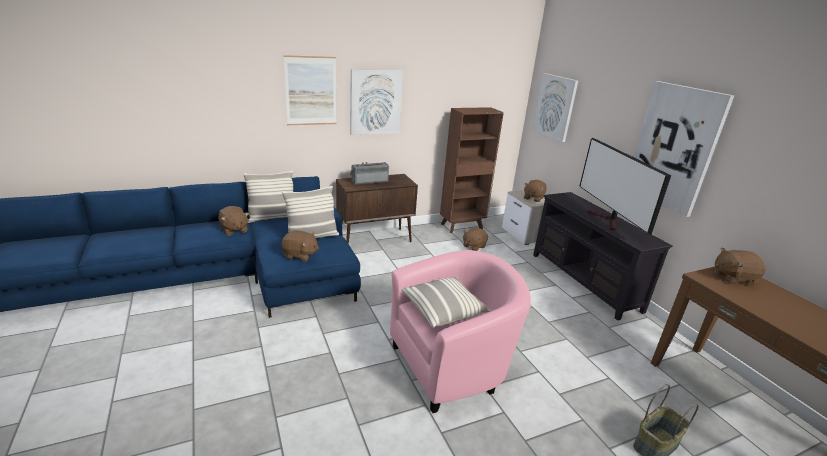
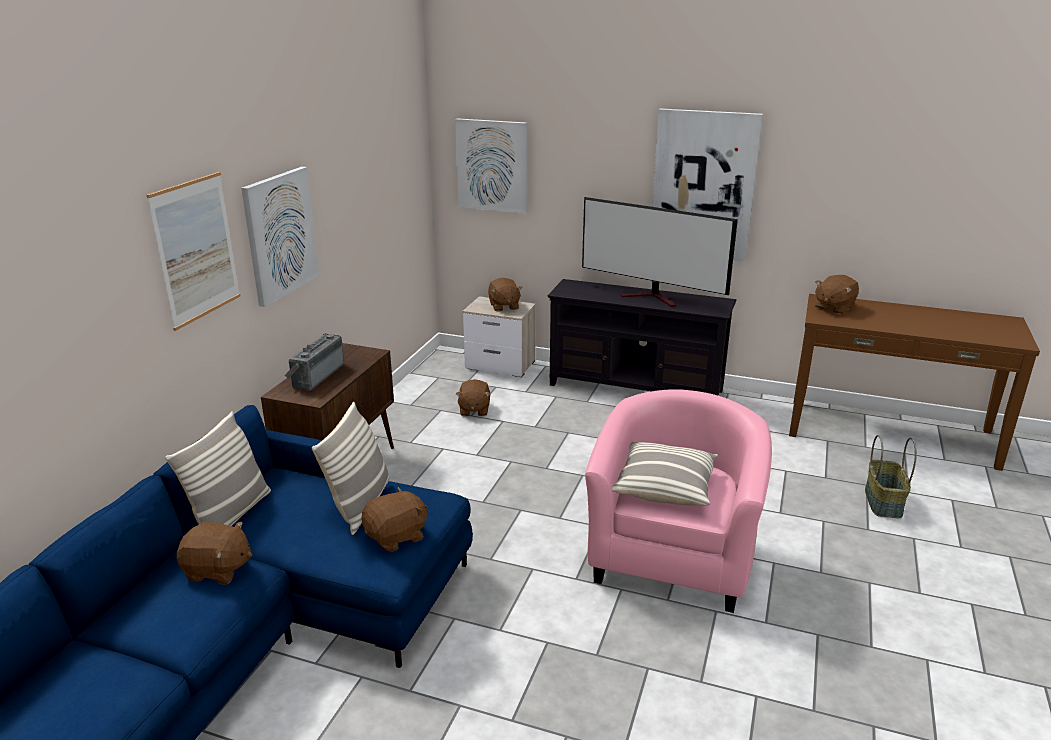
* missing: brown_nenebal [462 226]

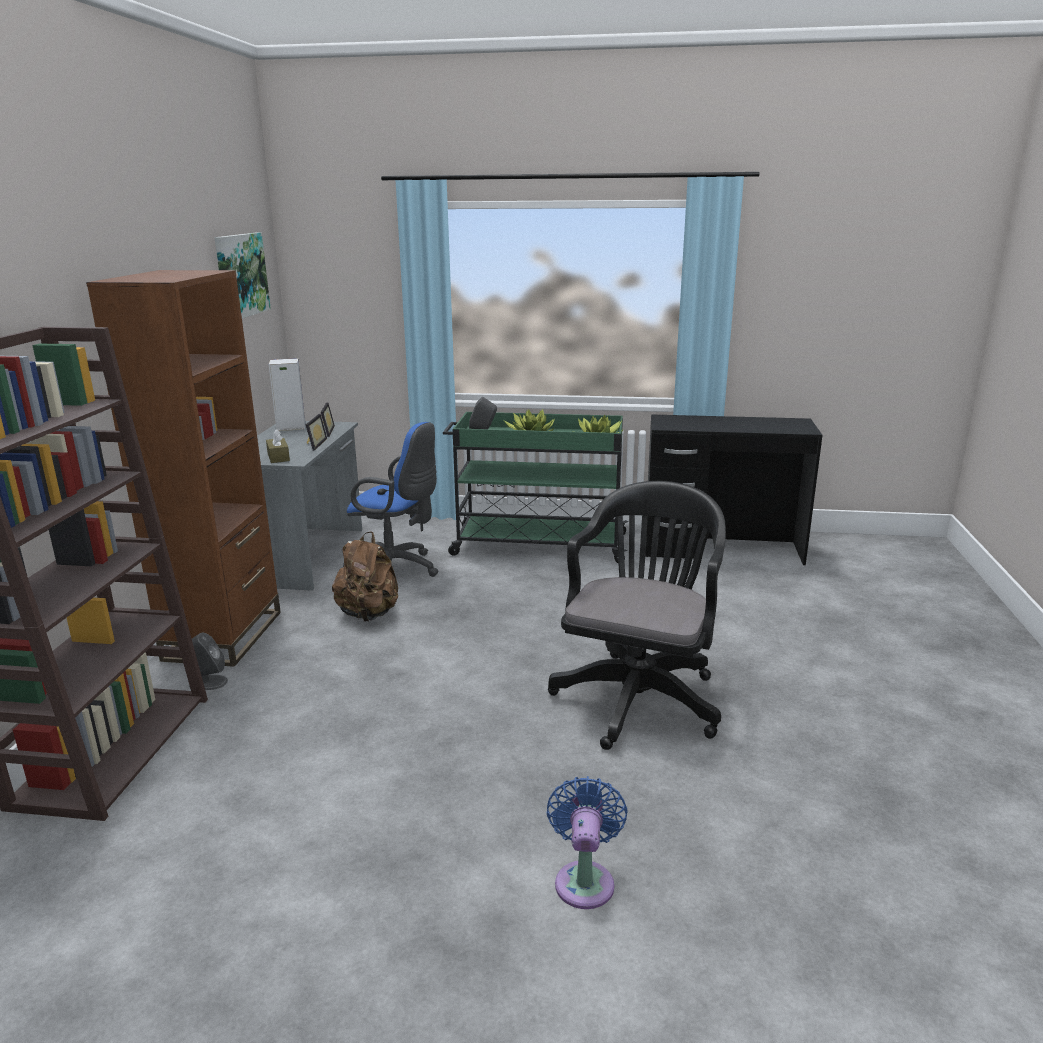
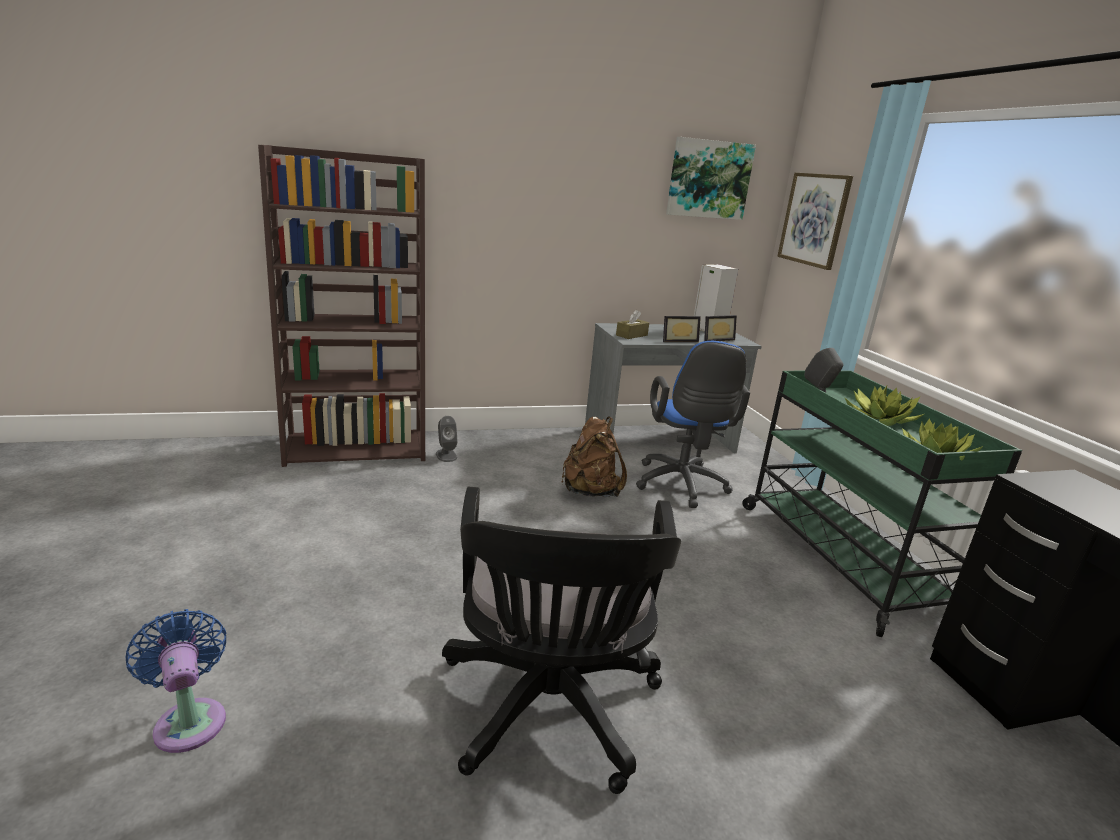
* spun: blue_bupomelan [585 879] = [189 719] 105 degrees counterclockwise
* spun: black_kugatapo [640 696] = [549 711] 90 degrees clockwise
* appeared: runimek [814 219]
* missing: brown_nenebal [224 635]

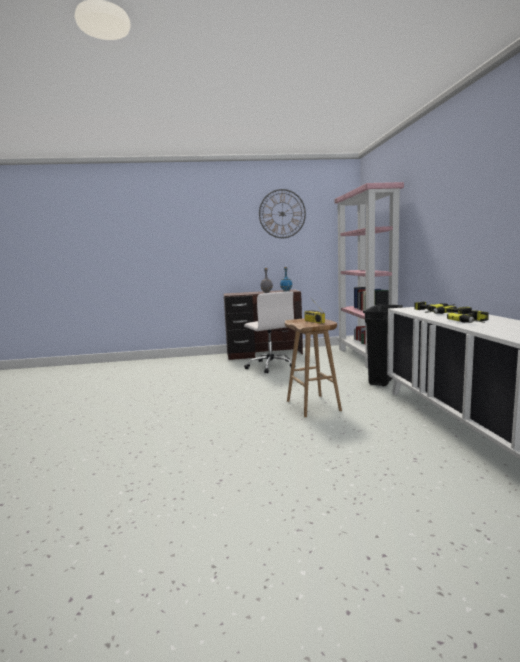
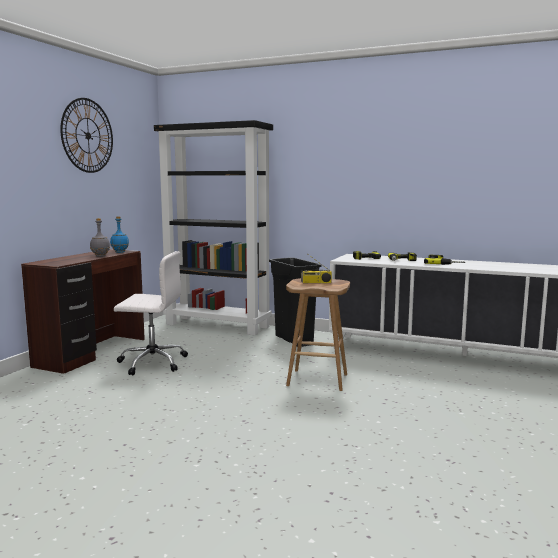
* colour: pink_nenebal [366 357] to black_nenebal [218 325]

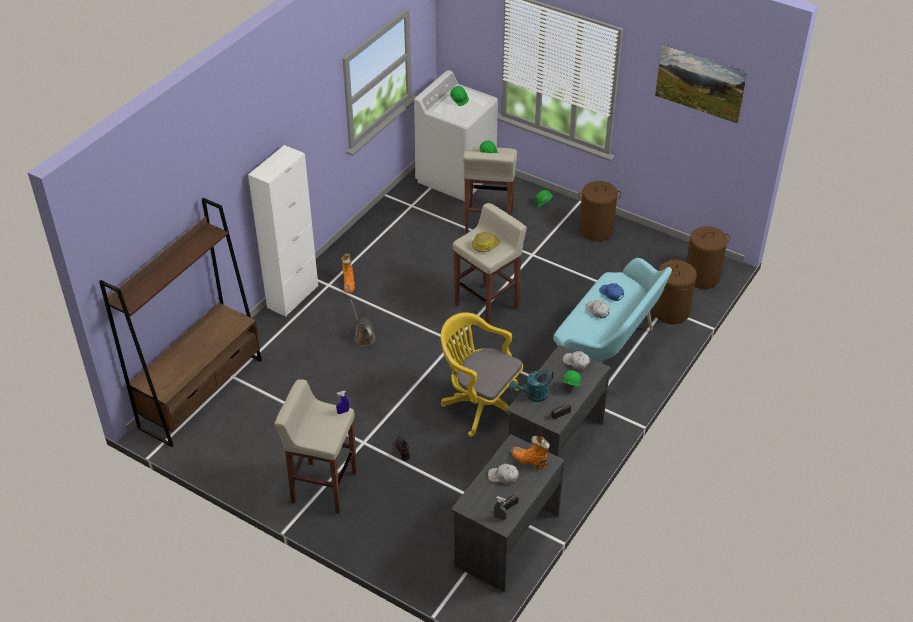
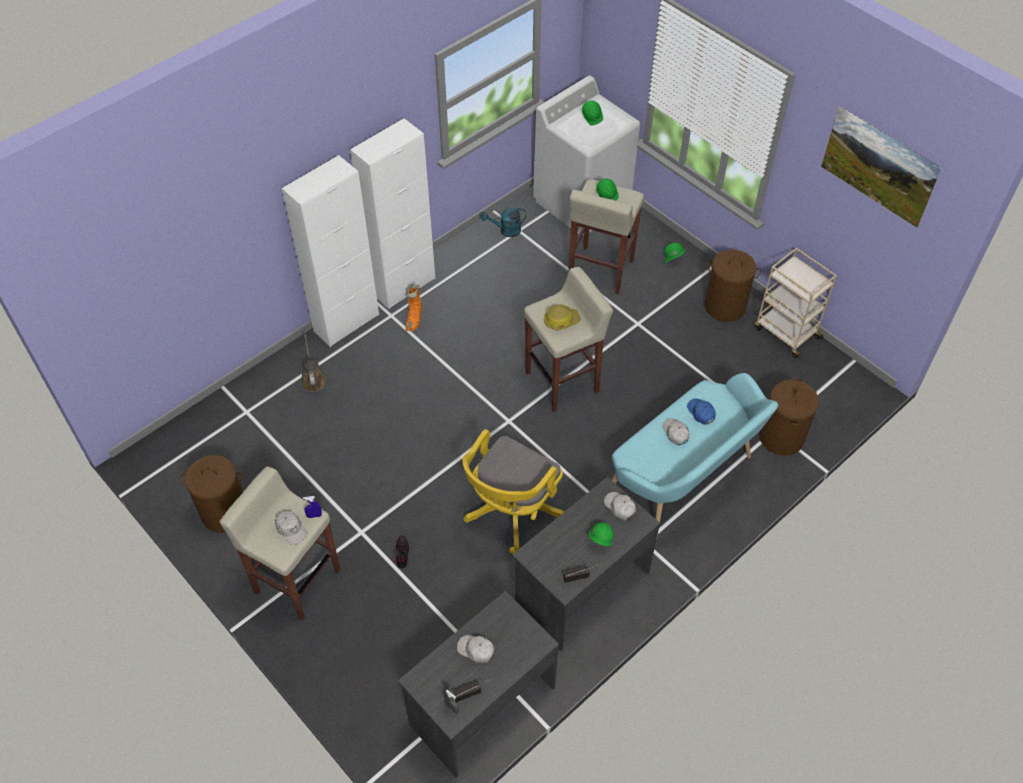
* relocated: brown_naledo [702 277] to [225 512]
* appeared: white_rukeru [291 529]
* relocated: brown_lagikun [363 336] to [313 379]
* appeared: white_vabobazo [403 286]
* spun: yellow_kugatapo [480 404] = [510 513] 105 degrees counterclockwise
* relocated: turquoise_lagikun [533 395] to [506 231]
* appeared: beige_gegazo [785 332]
* missing: brown_nenebal [202 393]
* missing: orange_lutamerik [529 460]

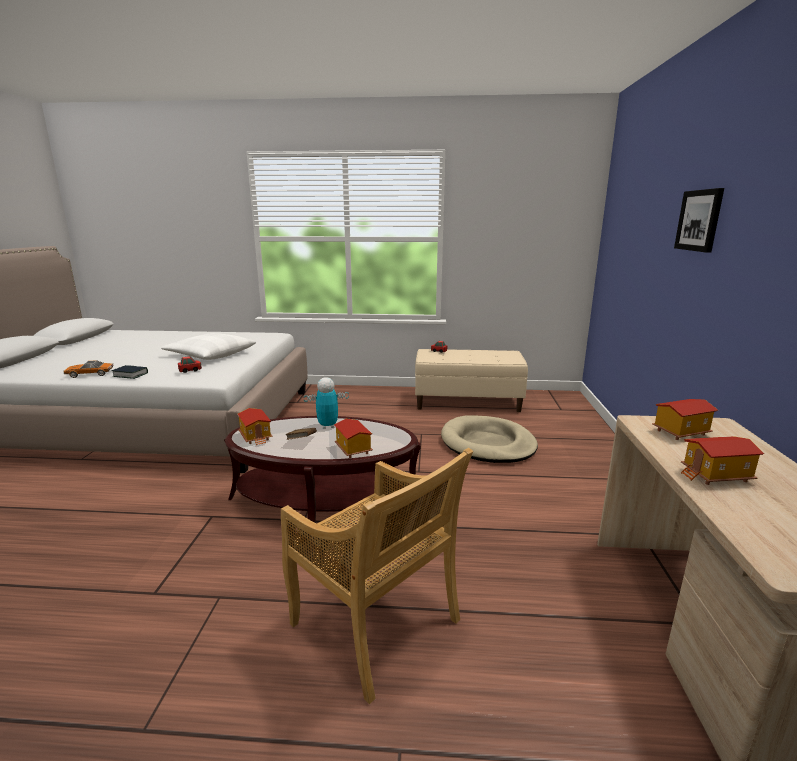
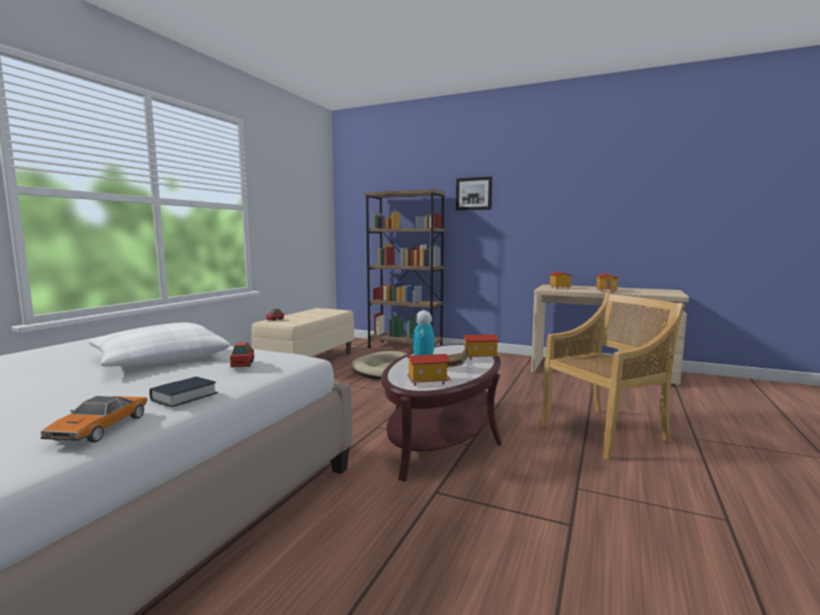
* appeared: brown_nenebal [405 347]

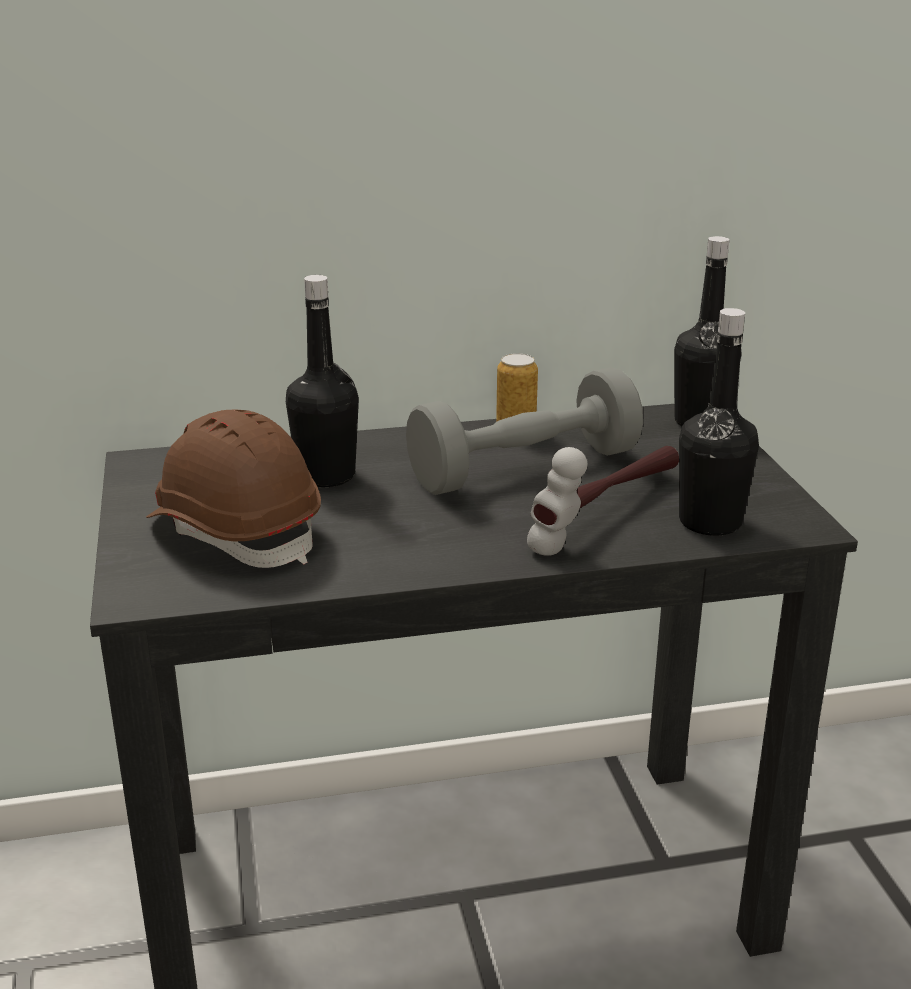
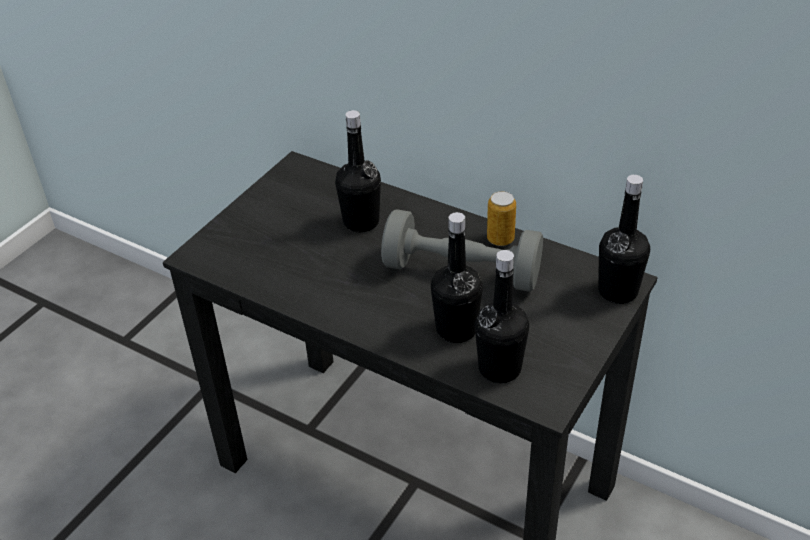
* exchanged: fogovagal [608 514] to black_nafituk [456 329]
* missing: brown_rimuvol [236 532]

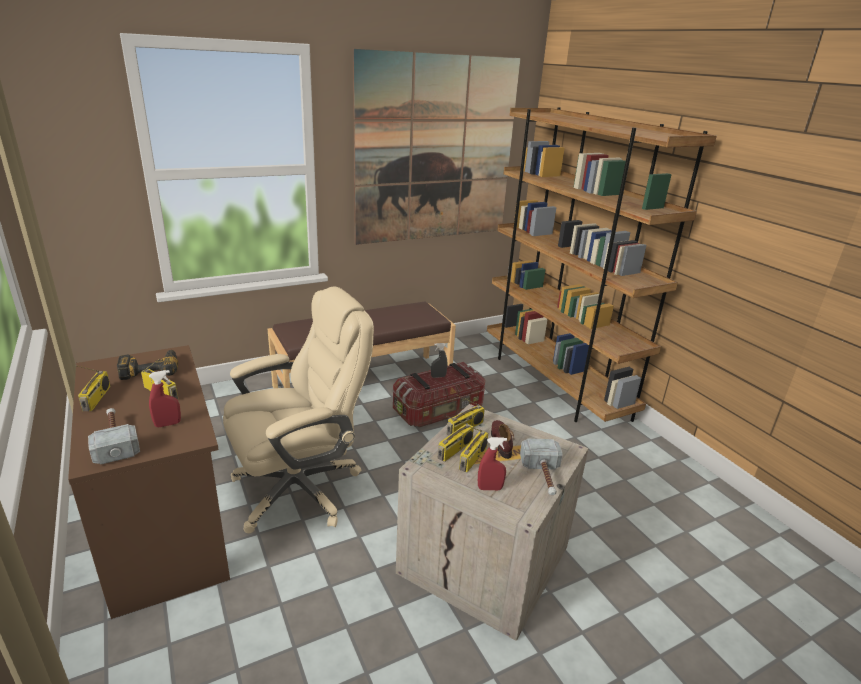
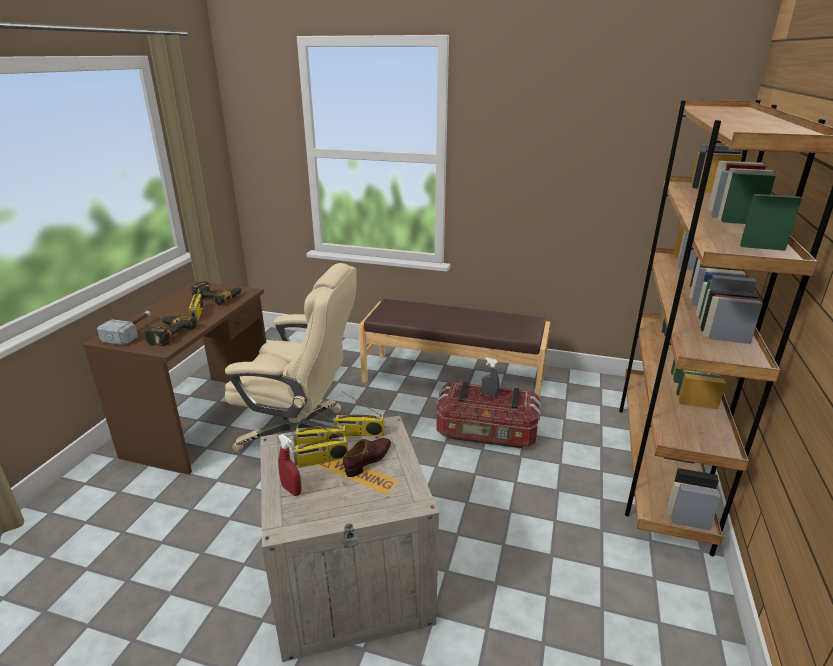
* exchanged: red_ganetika [168 424] to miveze [167 334]
* missing: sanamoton [97 399]
* missing: runimek [436 151]
* missing: fogovagal [543 477]

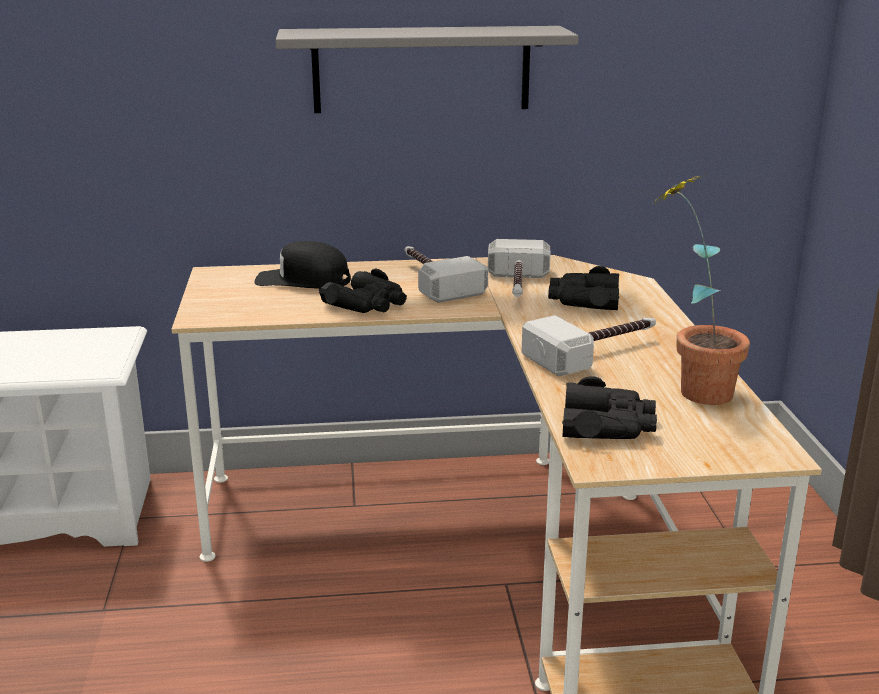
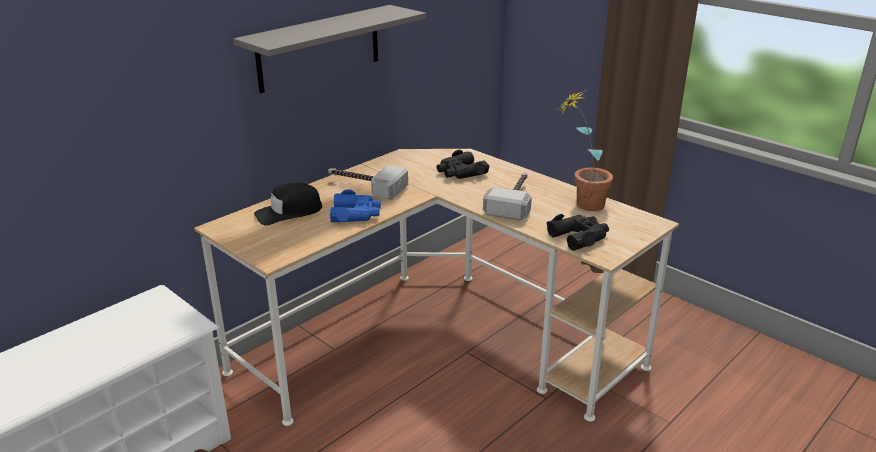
* colour: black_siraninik [367 304] to blue_siraninik [356 214]
* missing: fogovagal [517 286]

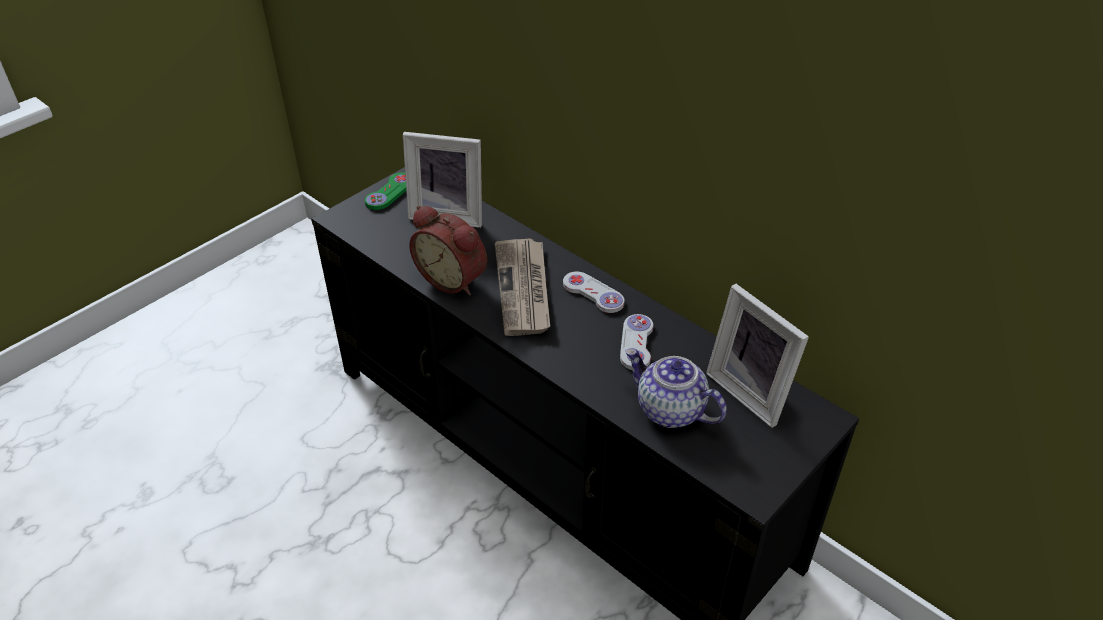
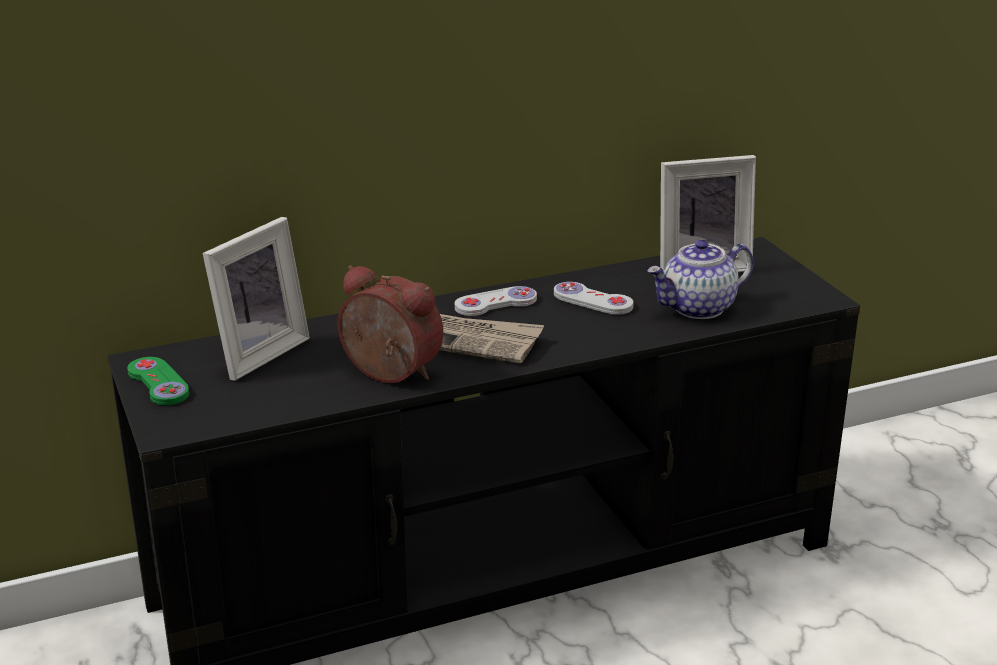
* spun: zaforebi [454 278] = [388 374] 120 degrees counterclockwise

